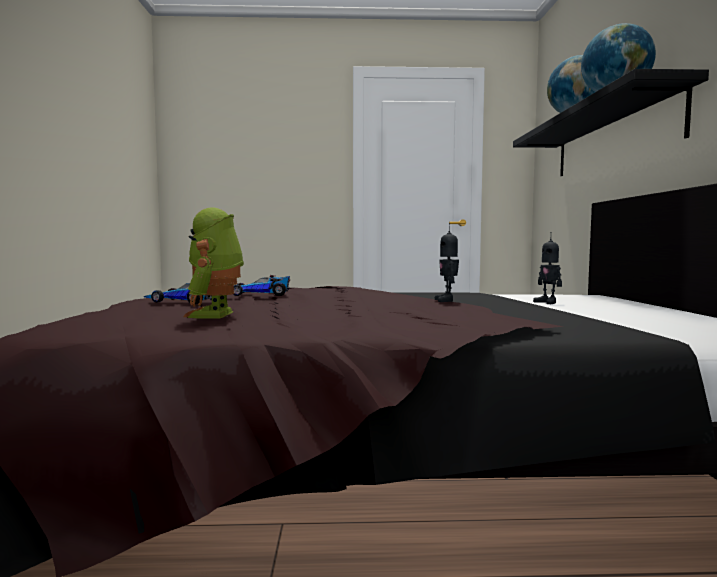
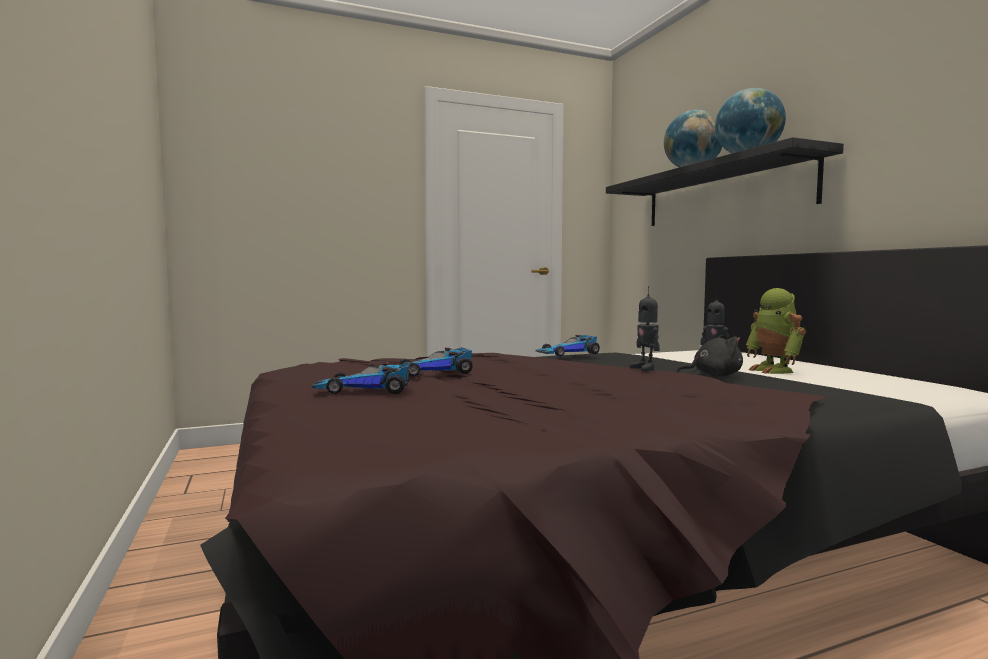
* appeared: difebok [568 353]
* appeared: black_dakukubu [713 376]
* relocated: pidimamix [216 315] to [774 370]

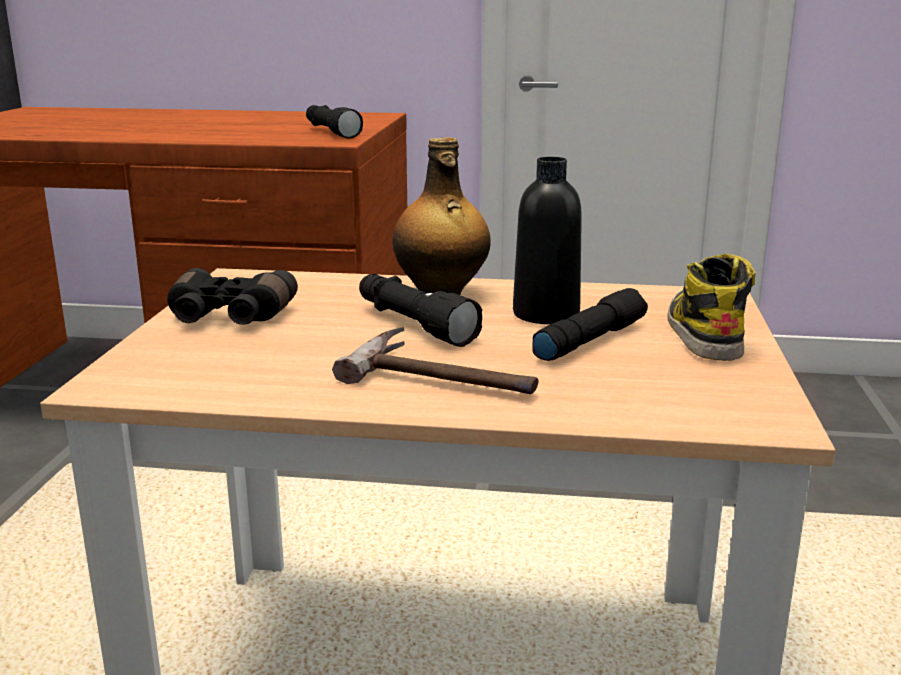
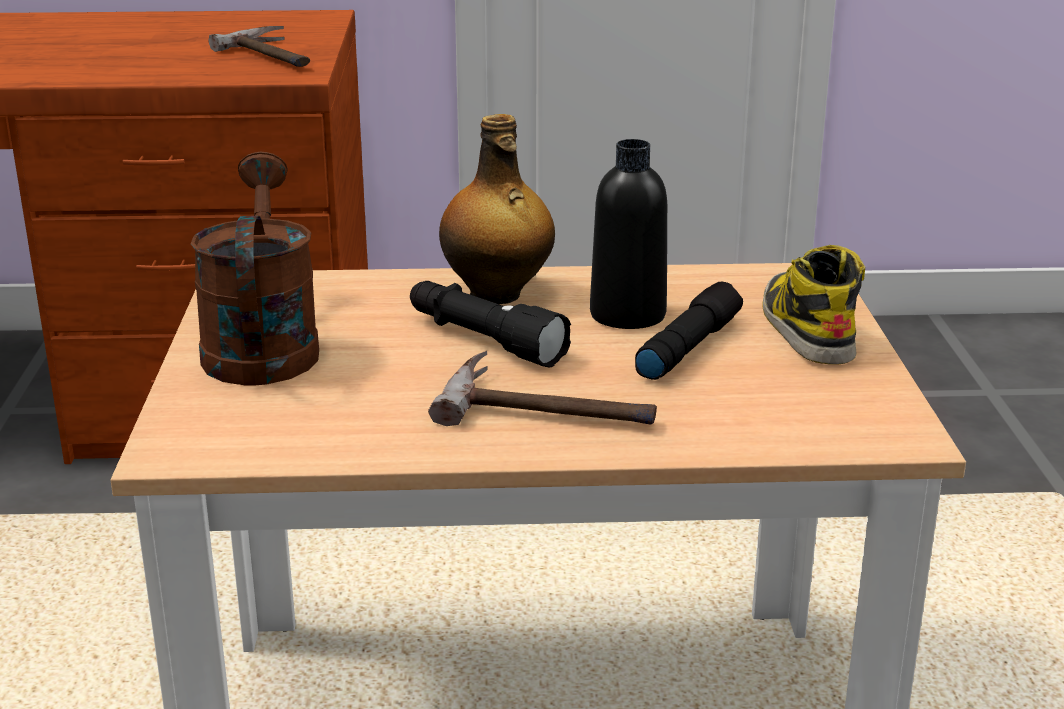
* exchanged: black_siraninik [228 317] to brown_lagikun [261 346]
* exchanged: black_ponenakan [331 132] to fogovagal [277 56]

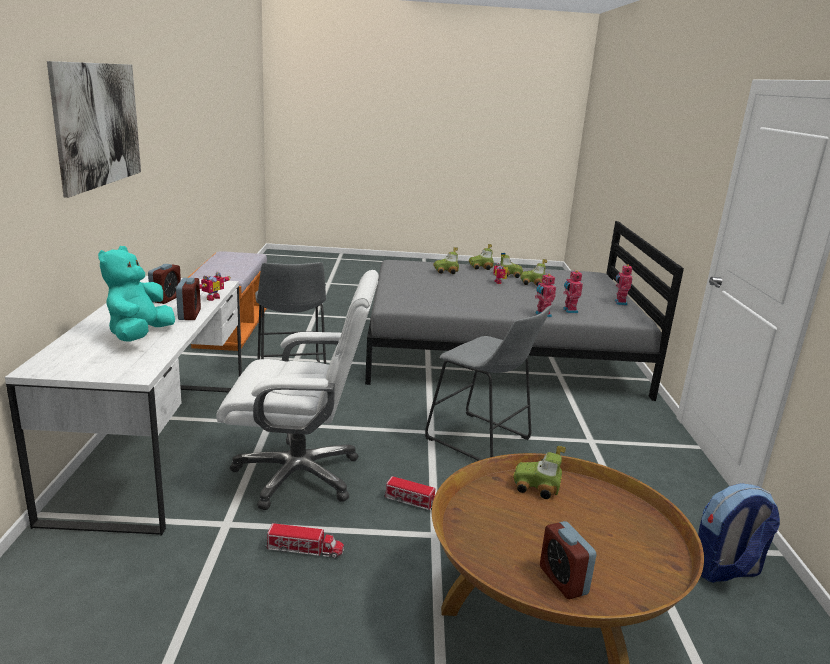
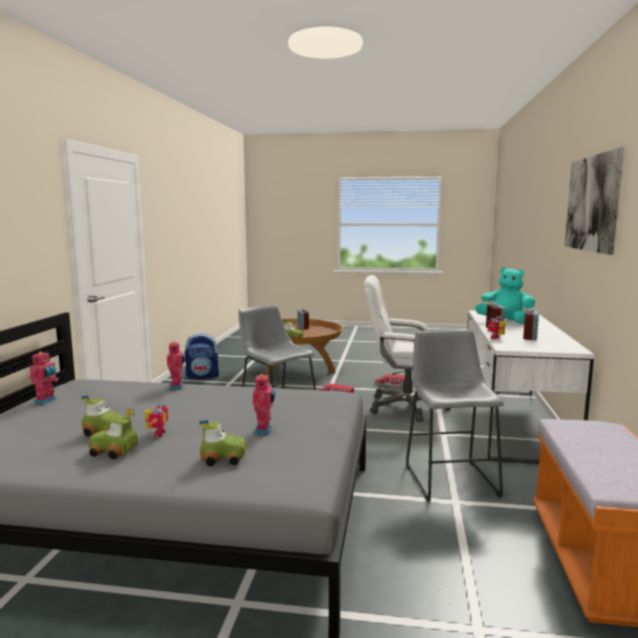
* relocated: pidimamix [569 311] to [264 430]
* spun: turquoise_dakukubu [139 336] = [505 321] 75 degrees counterclockwise
* missing: difebok [480 267]

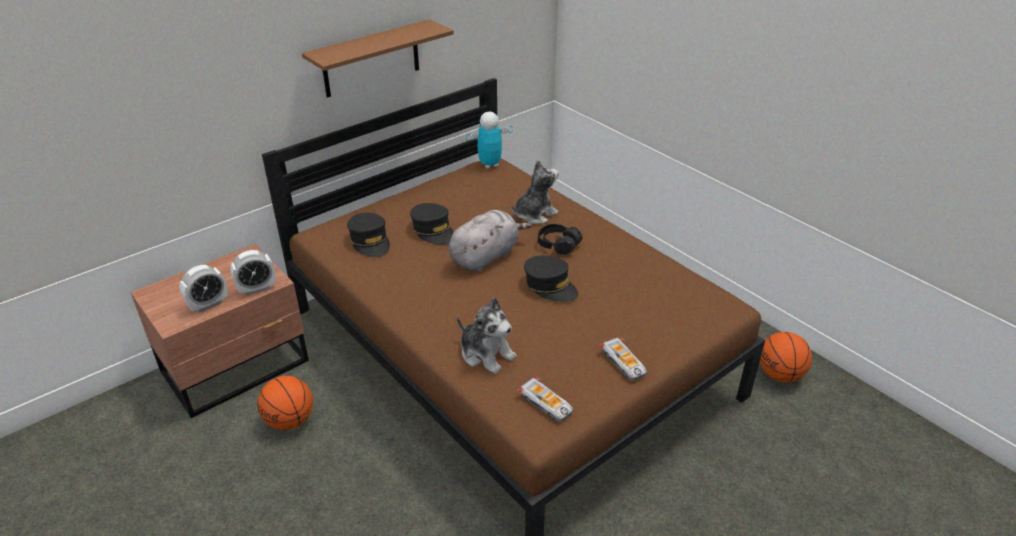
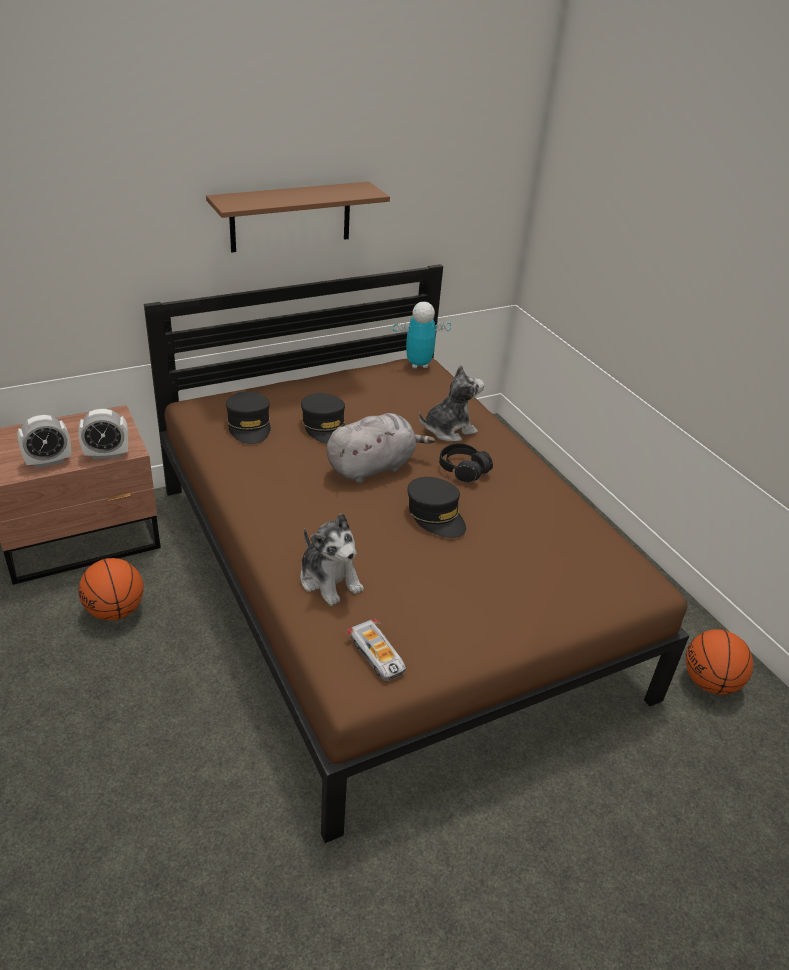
* missing: difebok [624 363]

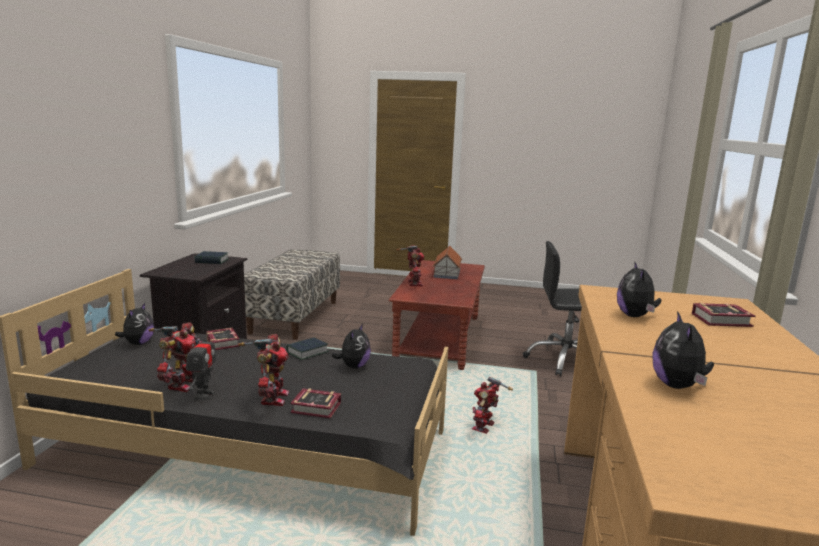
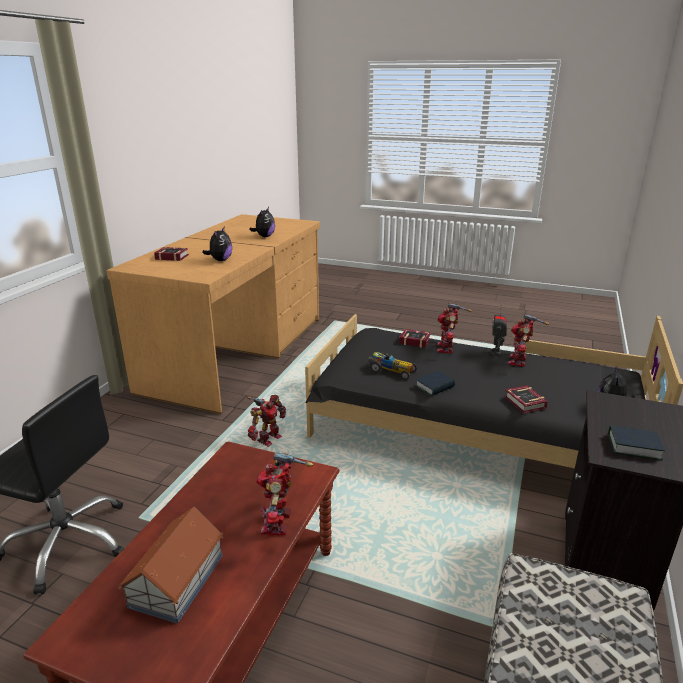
* exchanged: dakukubu [353 366] to difebok [390 370]

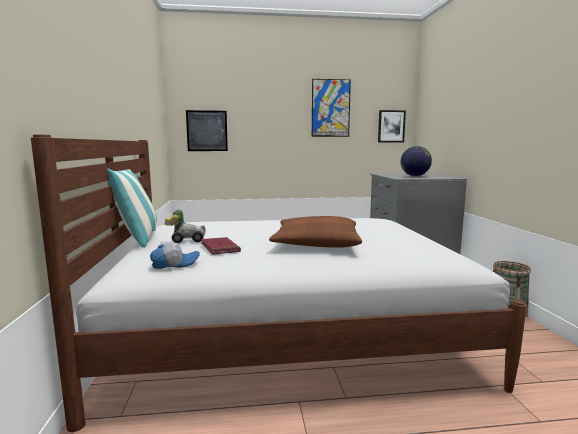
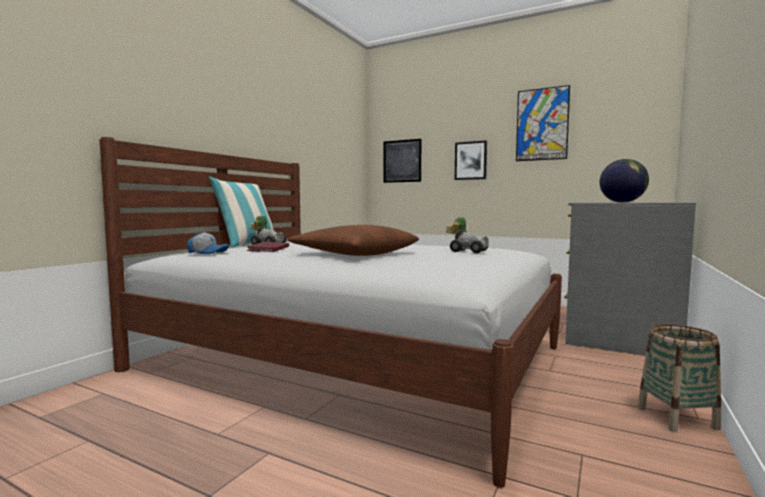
* appeared: difebok [467 251]
* relocated: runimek [391 126] to [470 160]

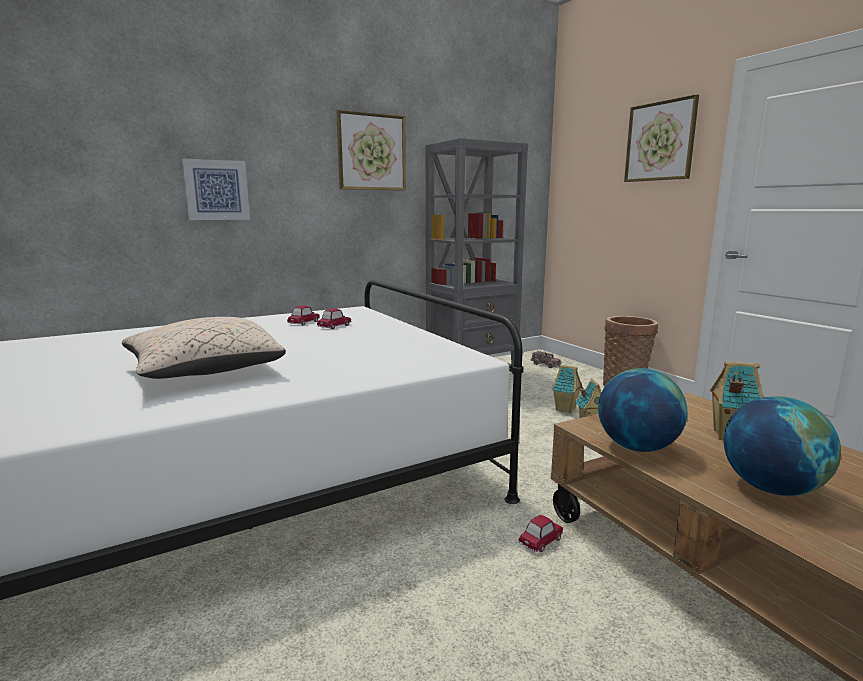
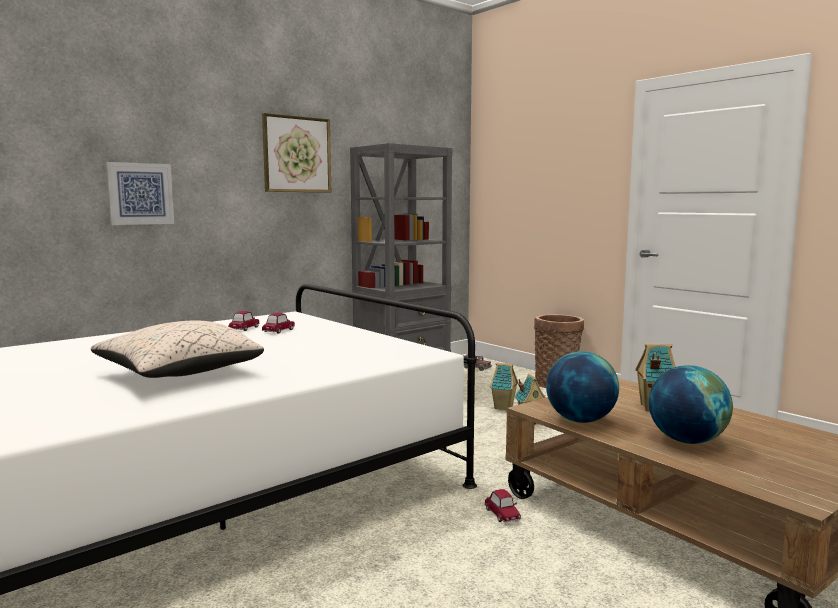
* spun: difebok [541 540] = [502 514] 120 degrees clockwise
* missing: runimek [660 141]

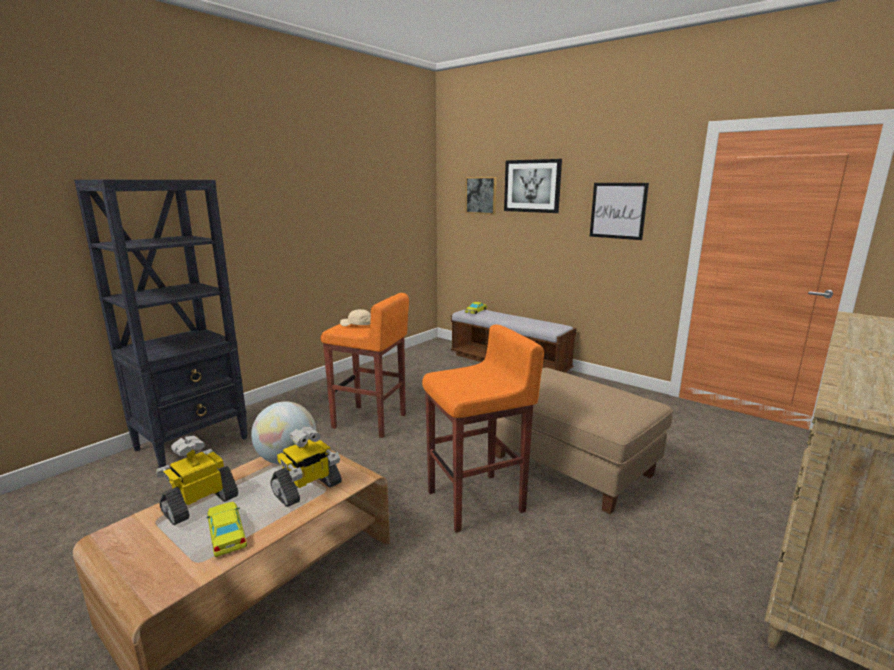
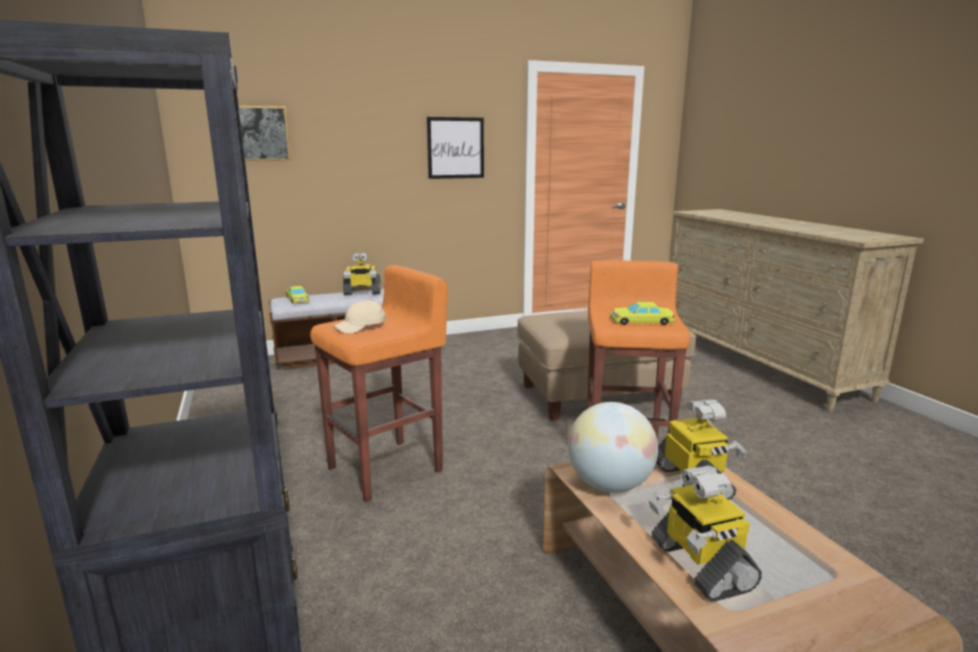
* appeared: pidimamix [362 293]
* relocated: yellow_difebok [226 532] to [641 321]
* missing: runimek [532 186]

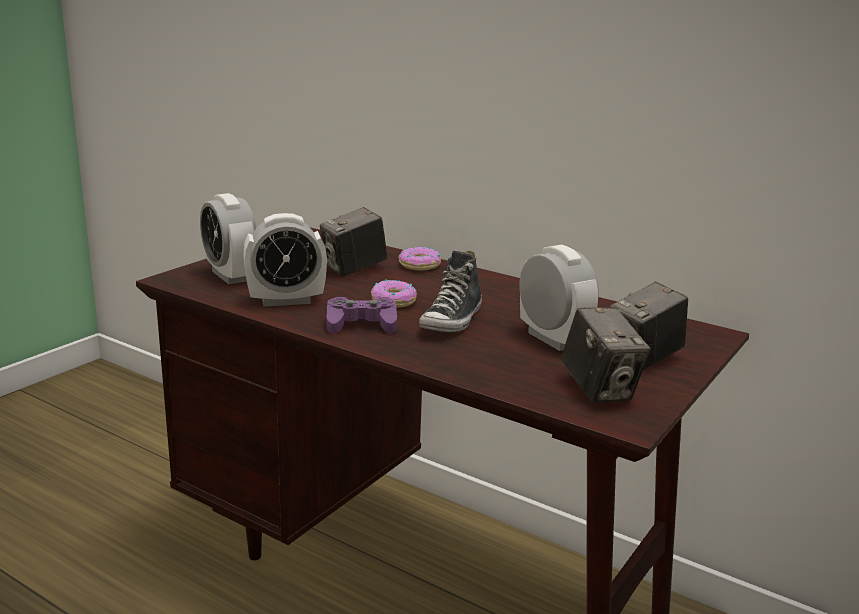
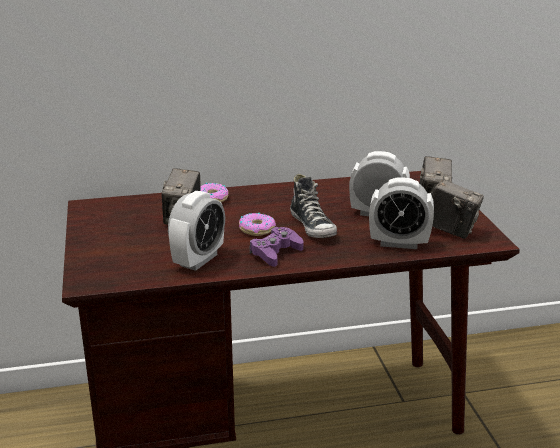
* relocated: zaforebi [230 276] to [399 243]

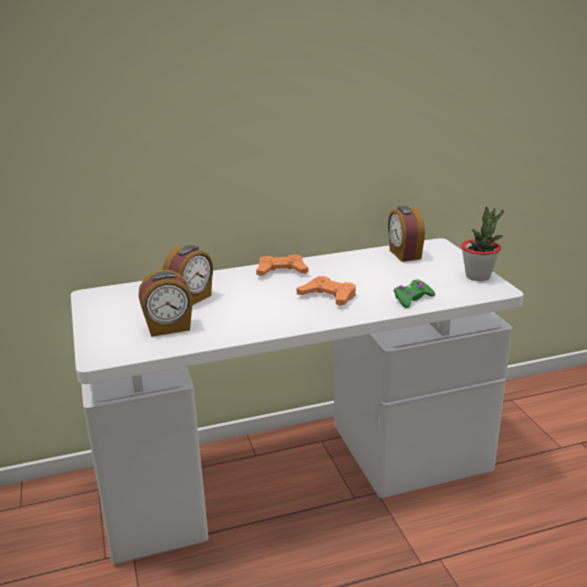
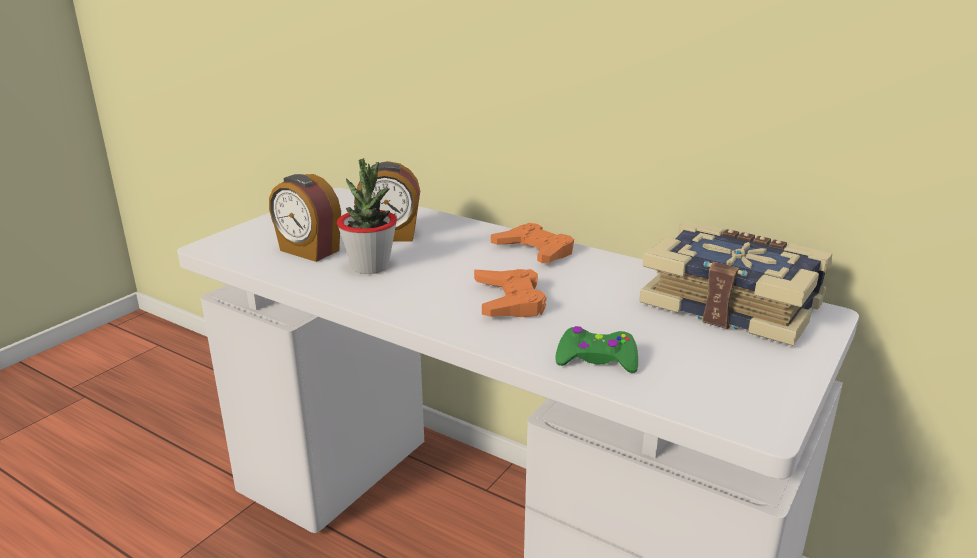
* relocated: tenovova [478 276] to [370 267]
* exchanged: zaforebi [404 254] to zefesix [732 303]

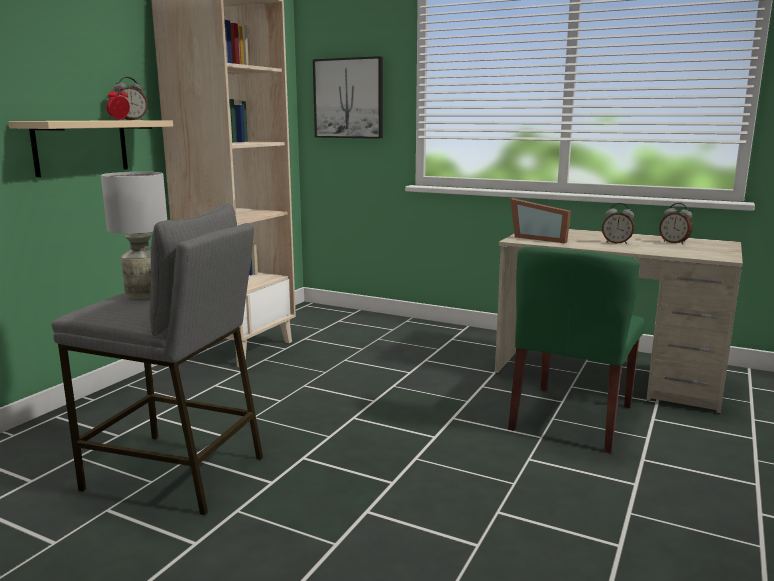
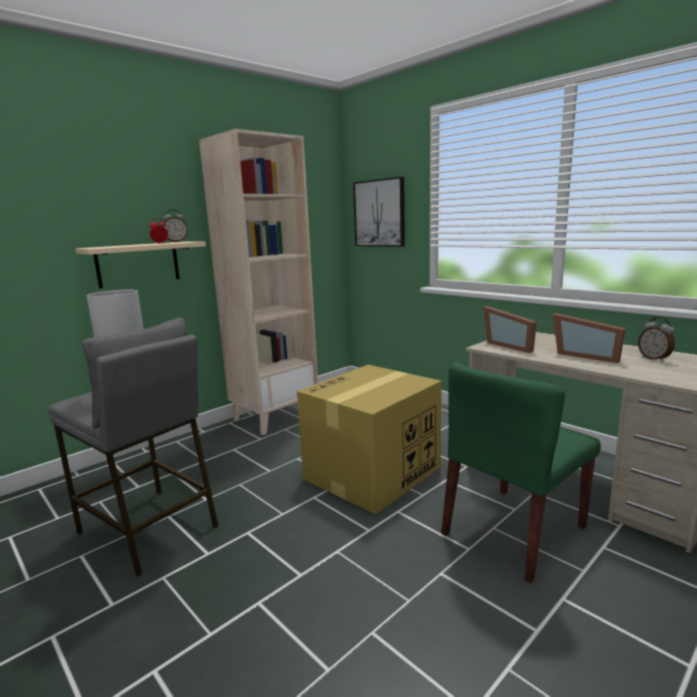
* appeared: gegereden [372 474]
* exchanged: zaforebi [616 243] to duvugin [586 355]

